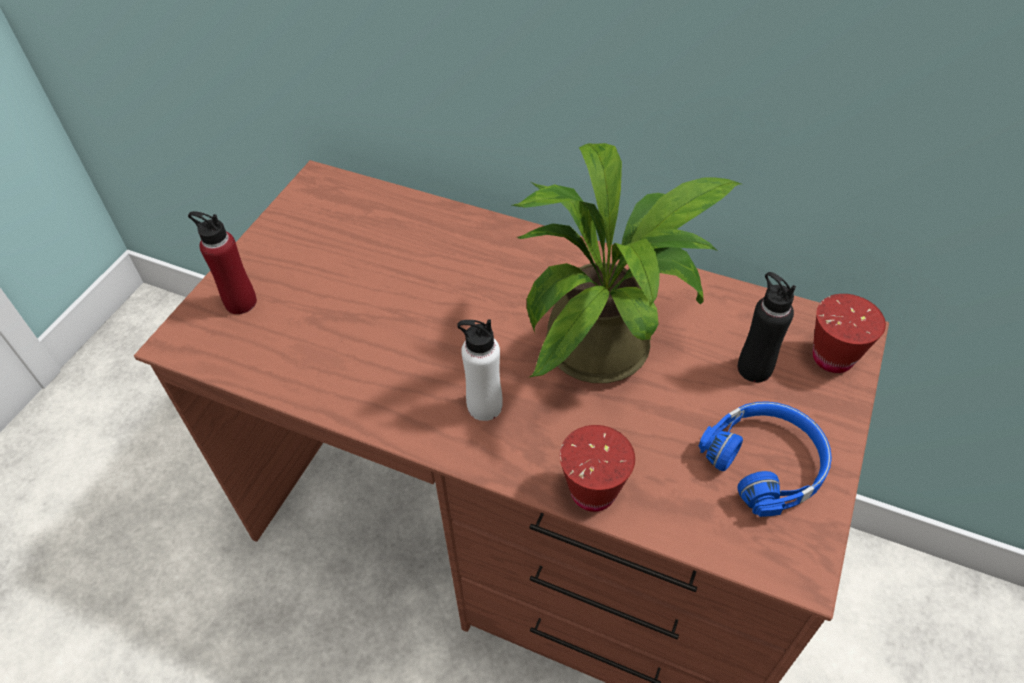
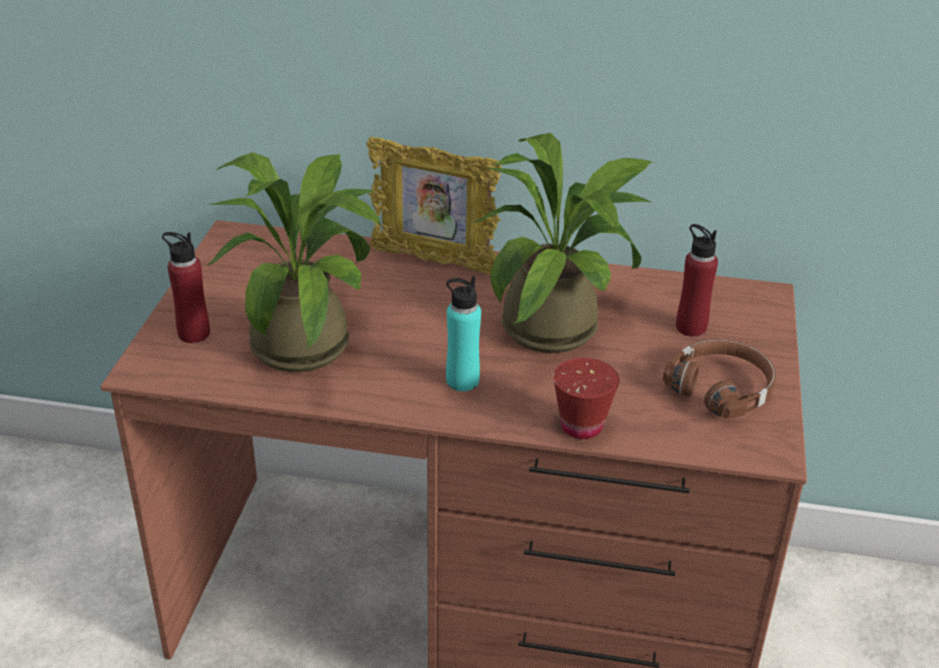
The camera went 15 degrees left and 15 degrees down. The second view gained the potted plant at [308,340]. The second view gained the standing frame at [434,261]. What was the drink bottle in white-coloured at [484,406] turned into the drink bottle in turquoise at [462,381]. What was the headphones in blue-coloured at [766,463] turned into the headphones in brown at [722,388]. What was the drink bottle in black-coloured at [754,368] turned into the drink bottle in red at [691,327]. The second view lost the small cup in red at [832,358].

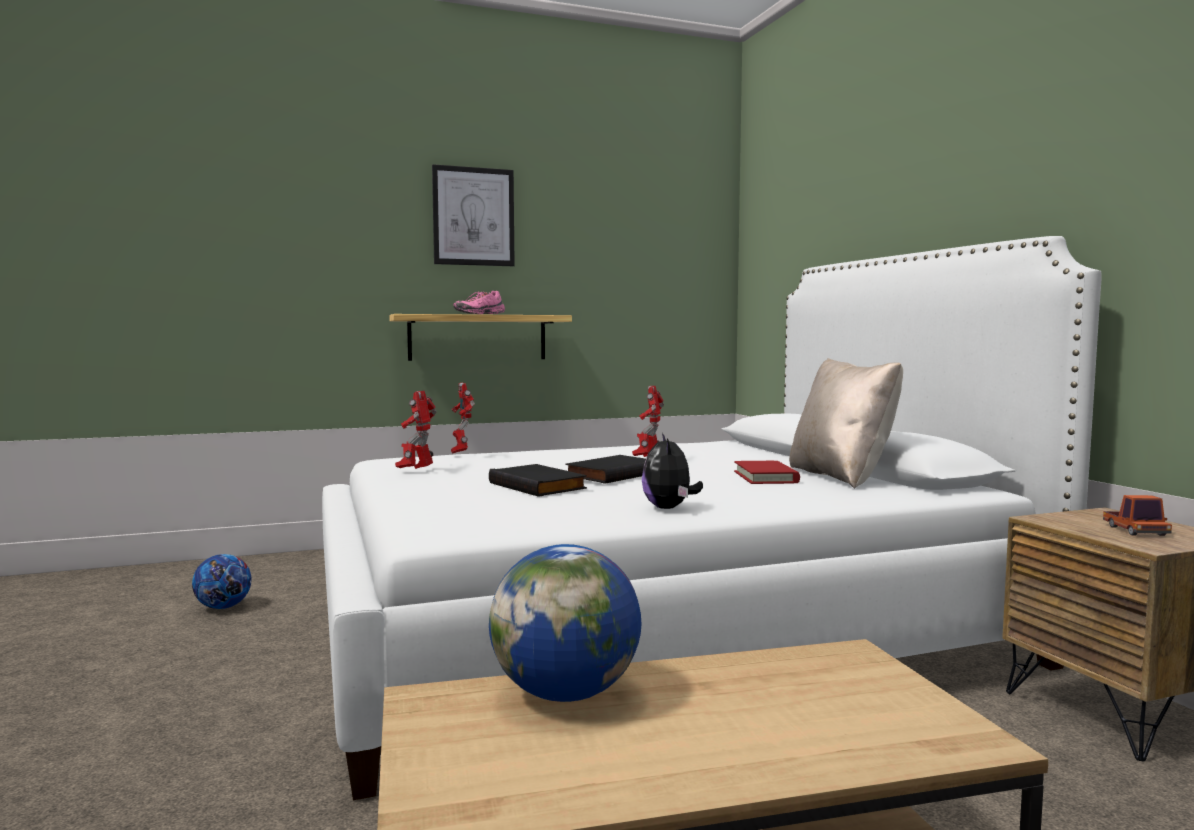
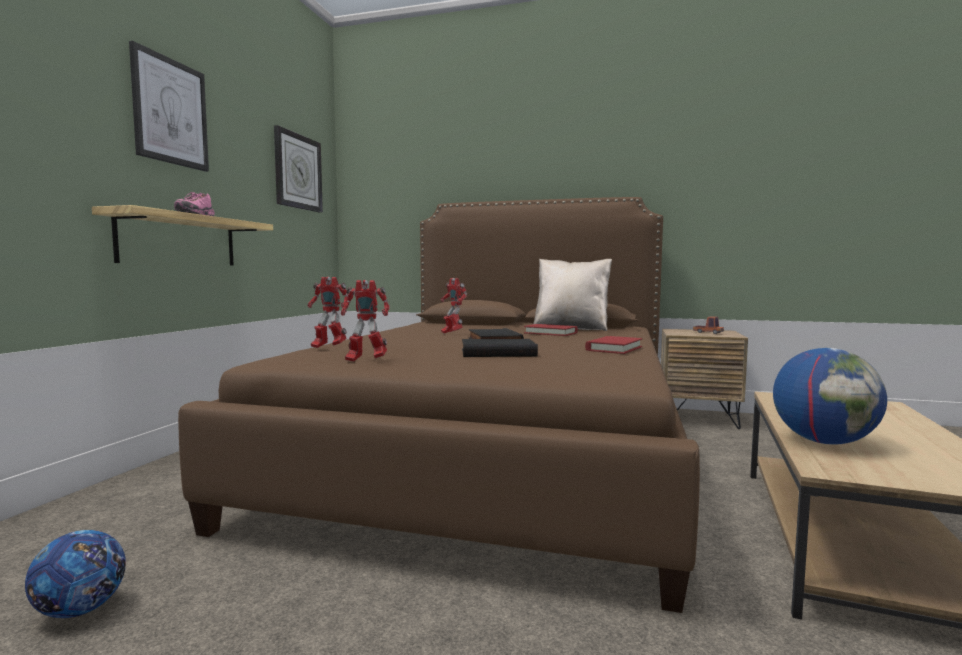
The camera went 55 degrees left and 0 degrees up. What was the sleeping bed in white-coloured at [656,626] turned into the sleeping bed in brown at [494,452]. The second view gained the hanging clock at [298,172]. The robot figure at [417,470] ended up facing another way, 45 degrees counterclockwise from before. Where the cuddly toy stood at [669,508], the book in red came to stand at [614,348].

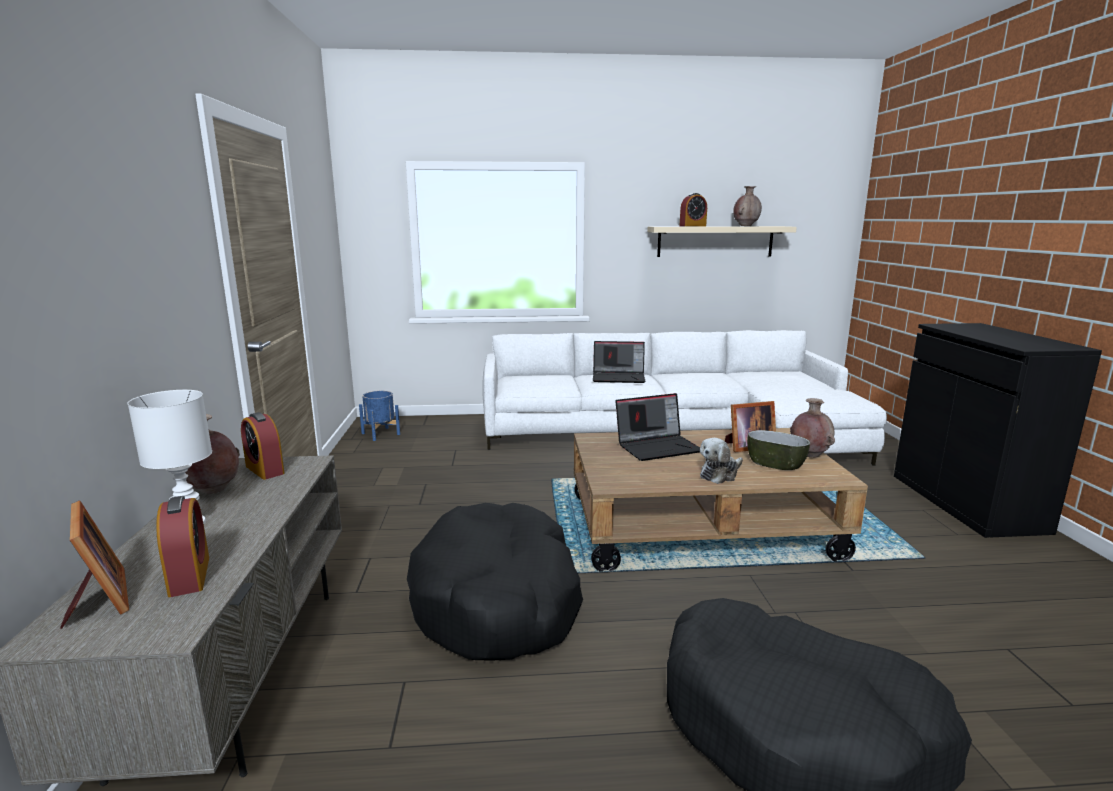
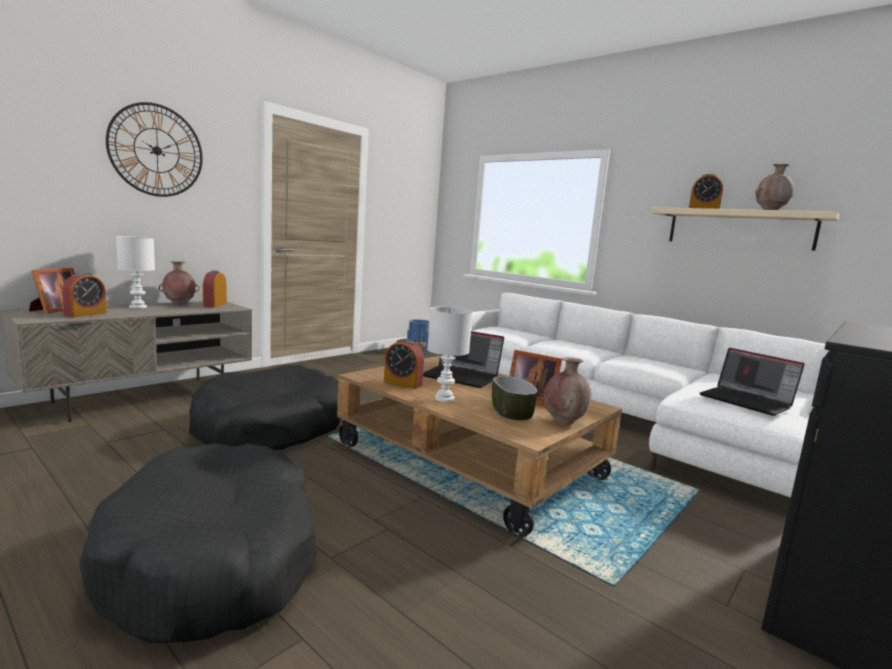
The camera went 45 degrees right and 5 degrees down. The second view gained the hanging clock at [157,150]. The second view gained the table clock at [403,383]. Where the cuddly toy stood at [720,474], the table lamp in white-coloured came to stand at [445,399]. The laptop ended up elsewhere, having gone from [619,377] to [747,401].

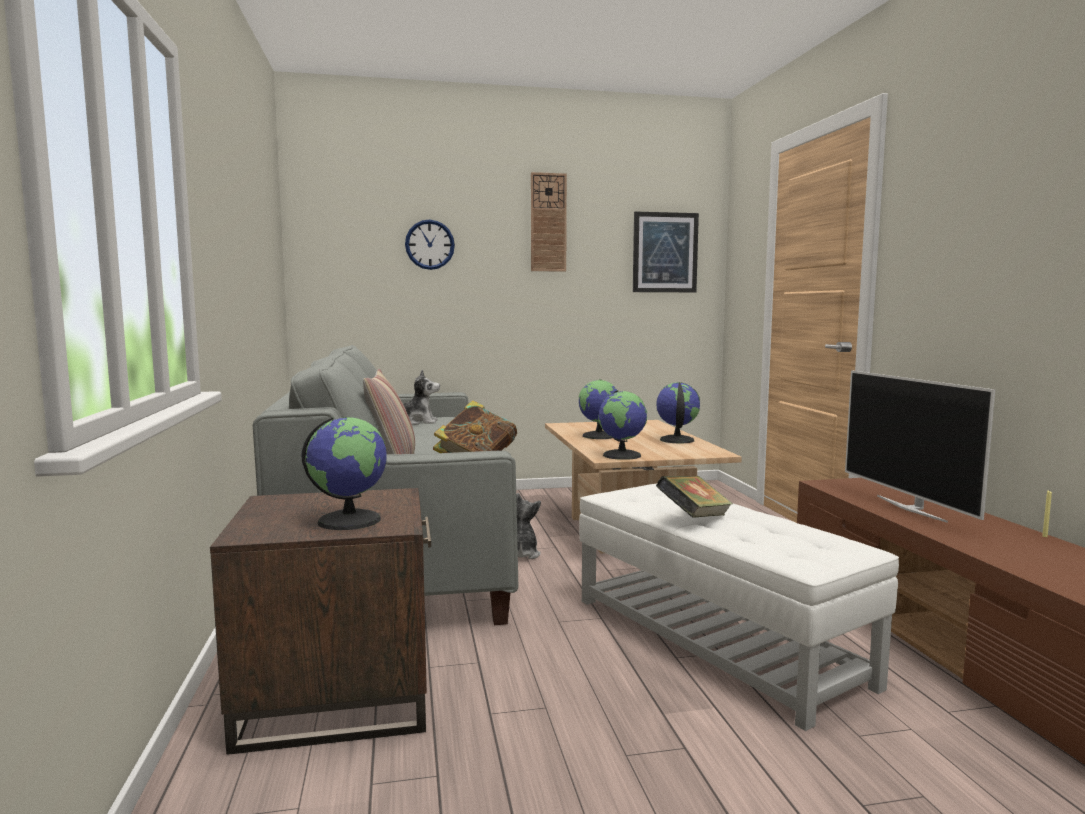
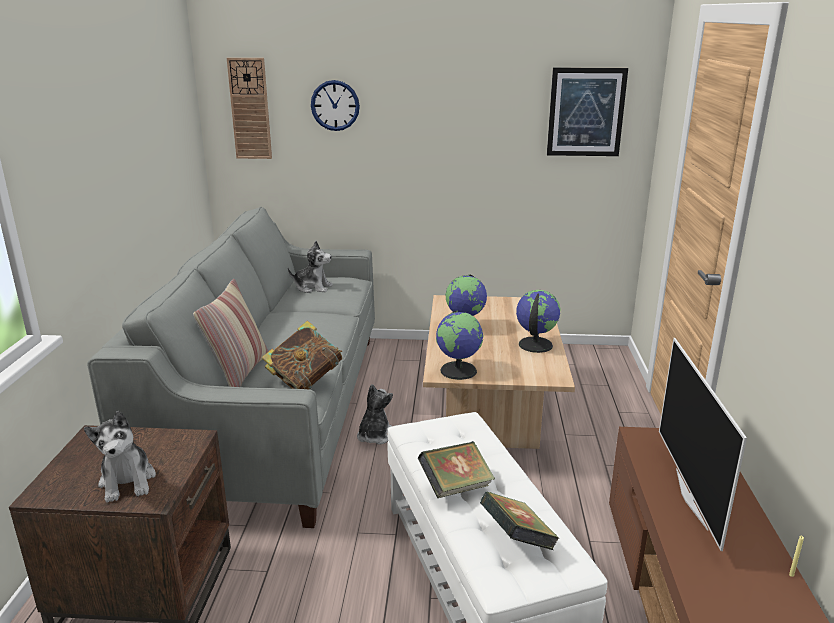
The camera went 15 degrees right and 15 degrees up. Where the world globe stood at [349,520], the cuddly toy came to stand at [128,481]. The hanging clock ended up elsewhere, having gone from [548,222] to [250,109]. The second view gained the book at [516,539].

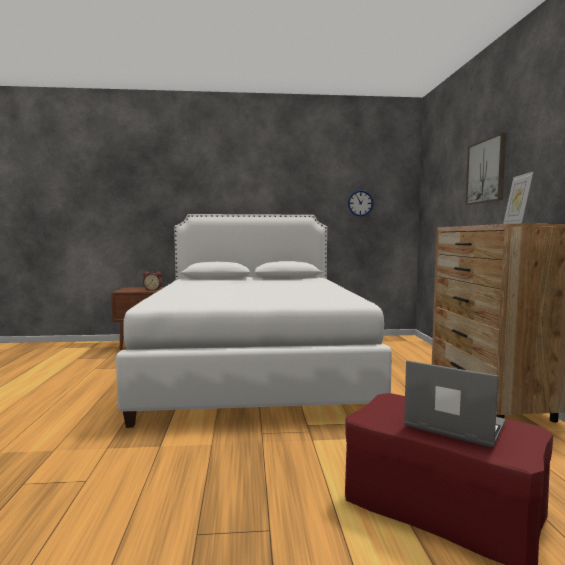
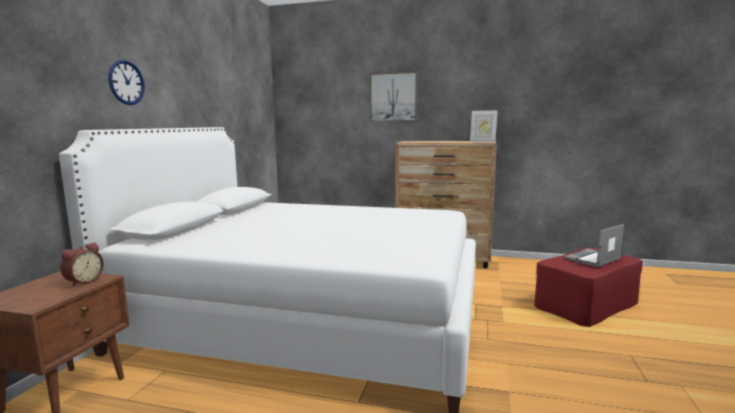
The camera went 70 degrees left and 5 degrees up. The hanging clock ended up elsewhere, having gone from [360,203] to [126,82].

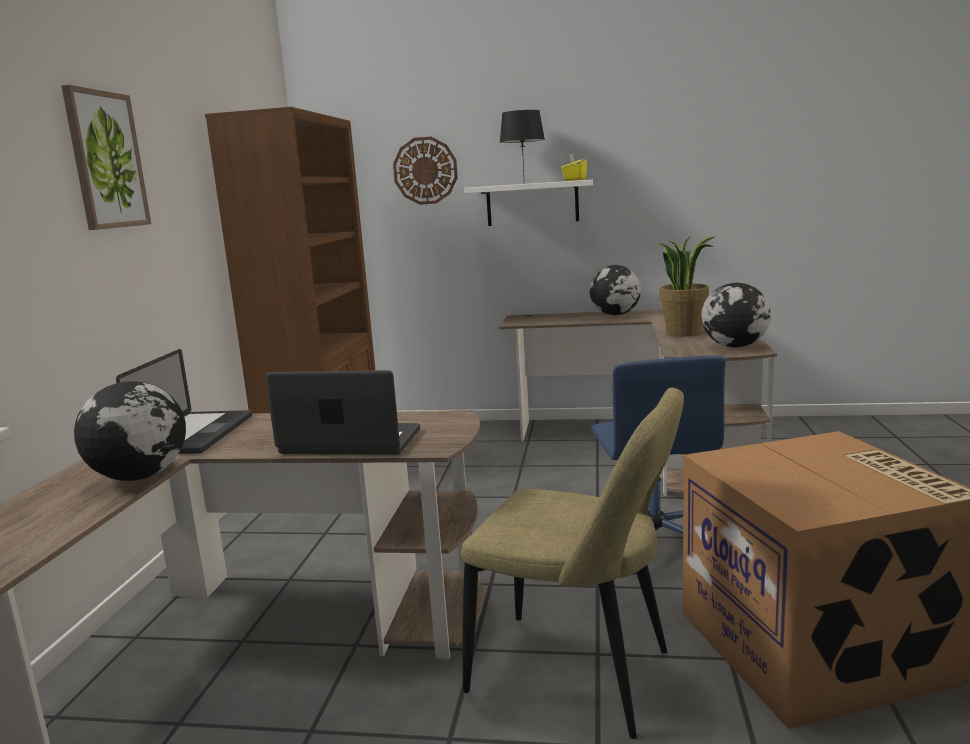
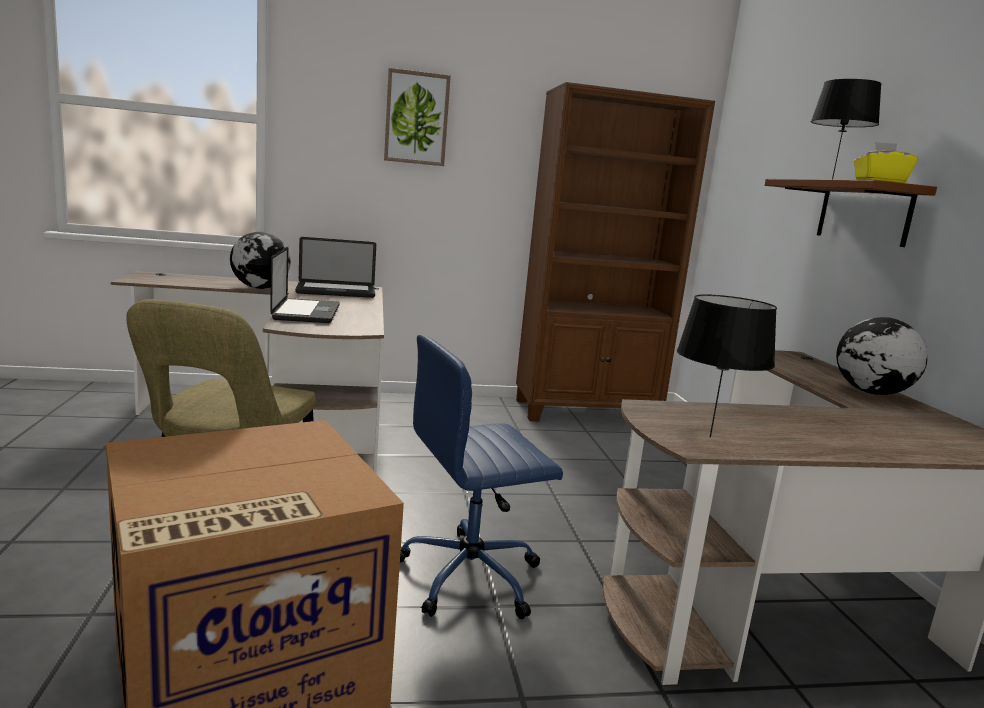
The camera went 70 degrees right and 0 degrees up. Where the world globe stood at [735,346], the table lamp in black-coloured came to stand at [709,437]. What was the bracket shelf in white-coloured at [532,203] turned into the bracket shelf in brown at [863,213]. The second view lost the hanging clock at [425,171]. The second view lost the potted plant at [684,332].

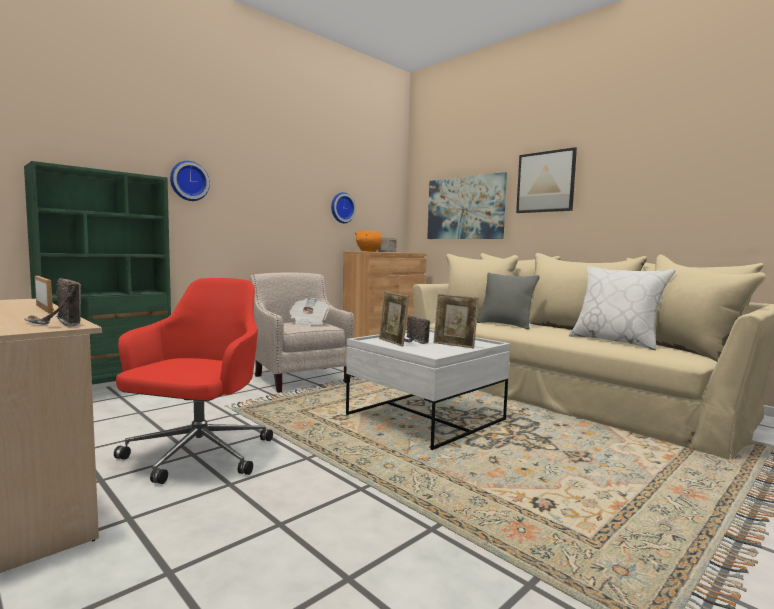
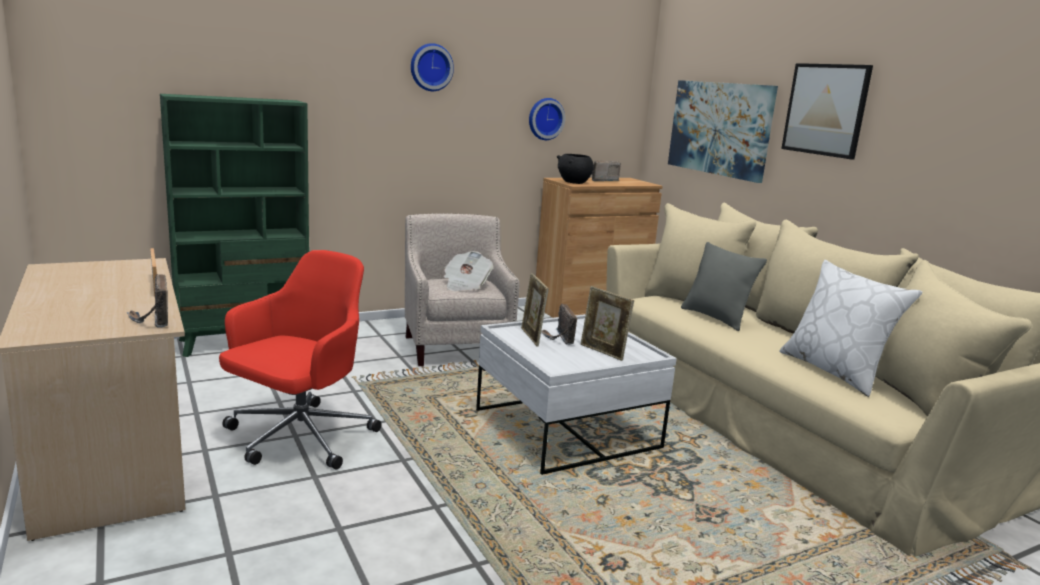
The camera went 15 degrees right and 10 degrees up. The hanging clock ended up elsewhere, having gone from [188,181] to [430,67]. What was the serving bowl in orangey at [368,251] turned into the serving bowl in black-coloured at [574,182].

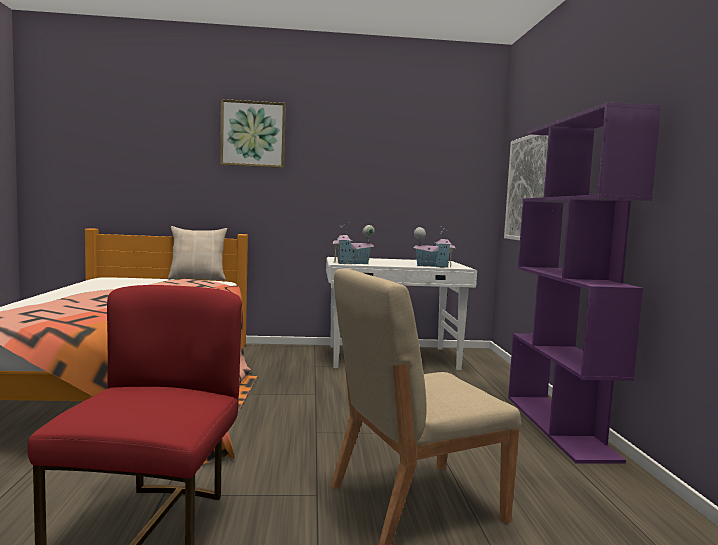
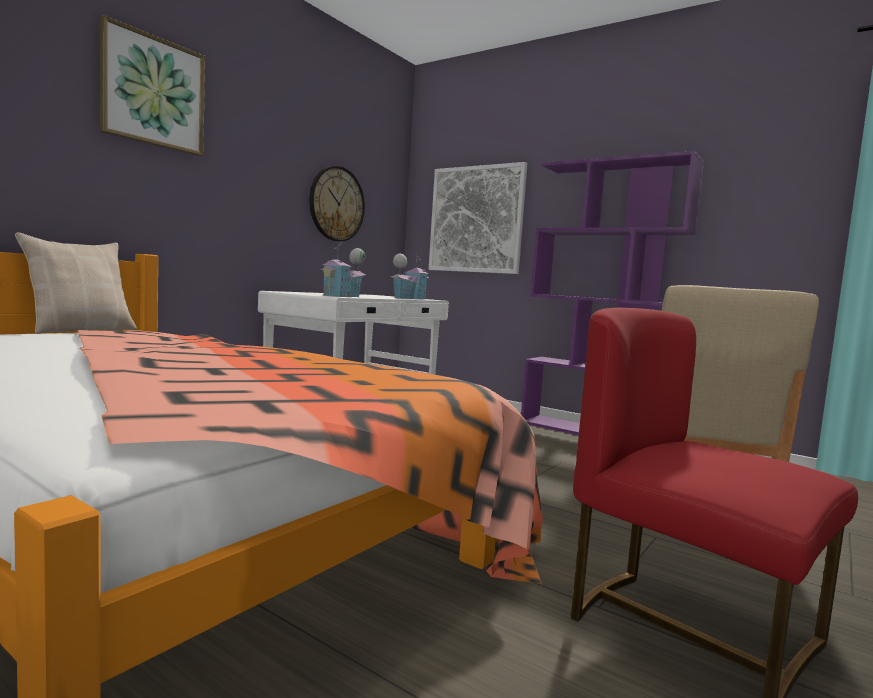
The camera went 50 degrees left and 0 degrees up. The second view gained the hanging clock at [336,204].

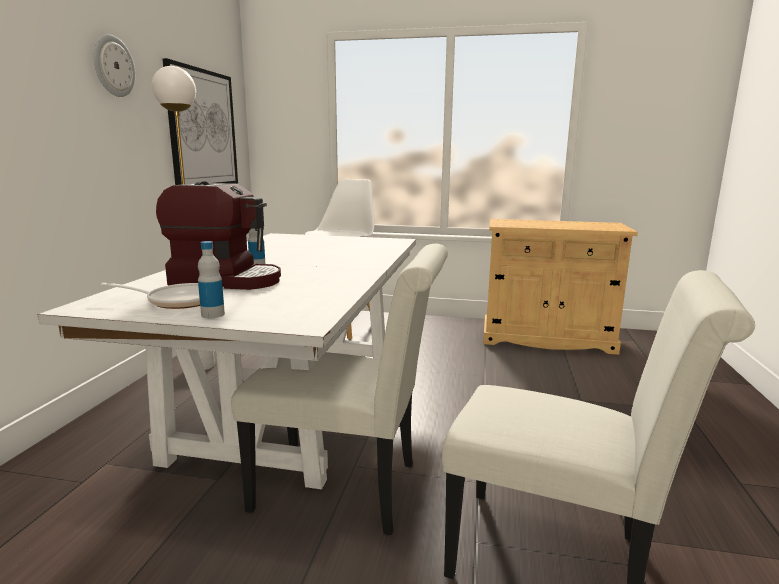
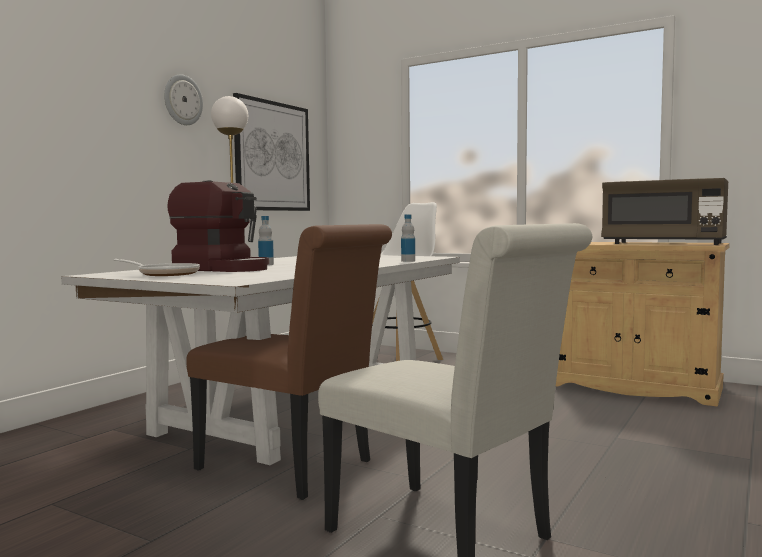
The camera went 20 degrees right and 10 degrees down. What was the upright chair in white-coloured at [347,488] turned into the upright chair in brown at [293,468]. The drink bottle ended up elsewhere, having gone from [213,314] to [408,261]. The second view gained the kitchen microwave in brown at [663,243].

